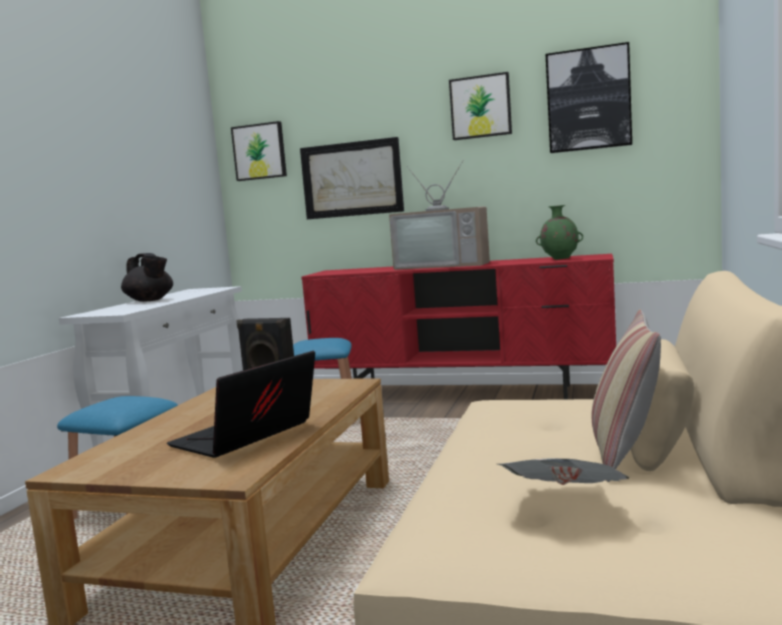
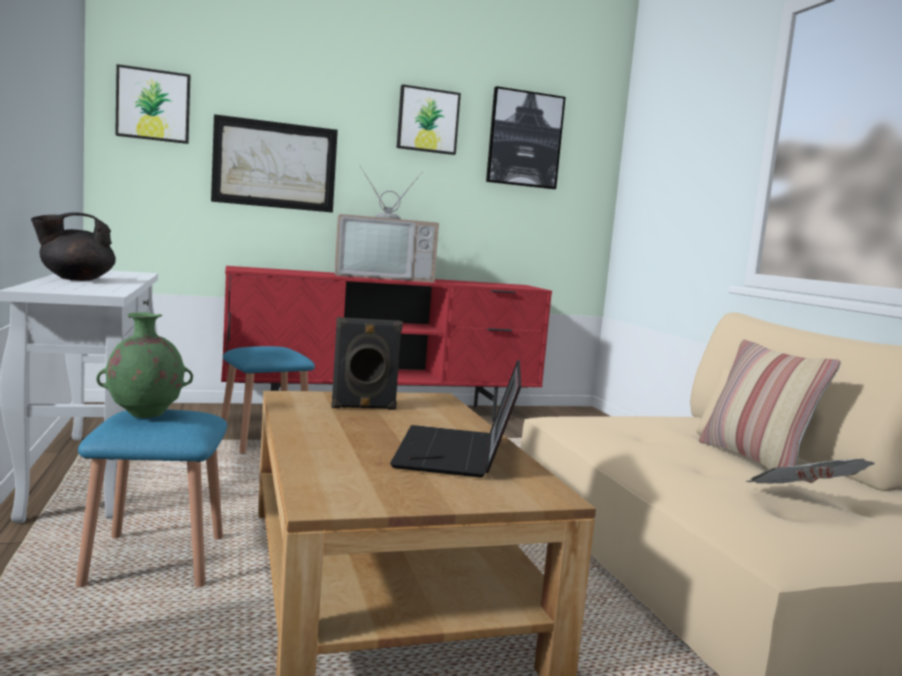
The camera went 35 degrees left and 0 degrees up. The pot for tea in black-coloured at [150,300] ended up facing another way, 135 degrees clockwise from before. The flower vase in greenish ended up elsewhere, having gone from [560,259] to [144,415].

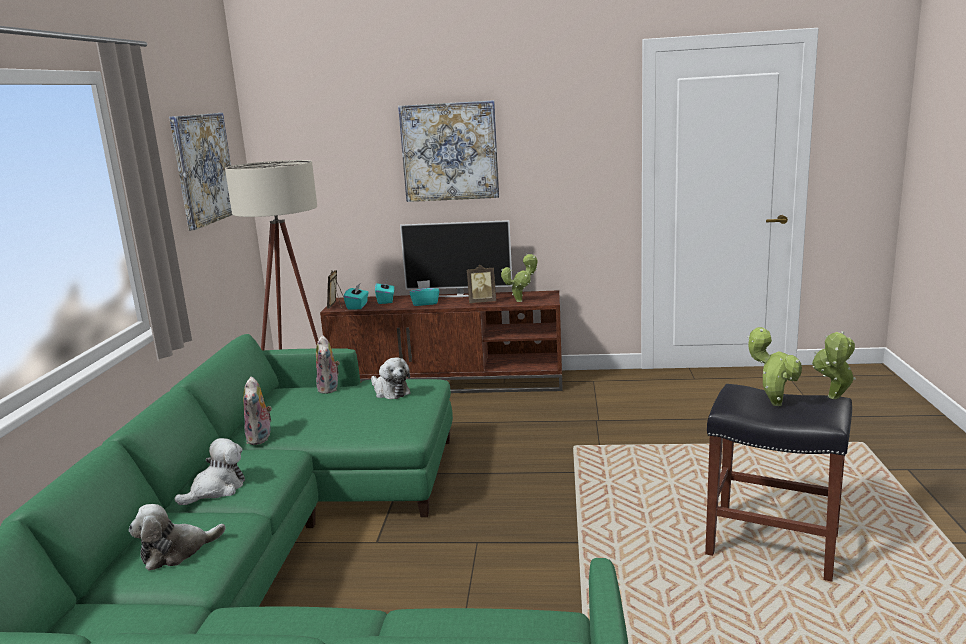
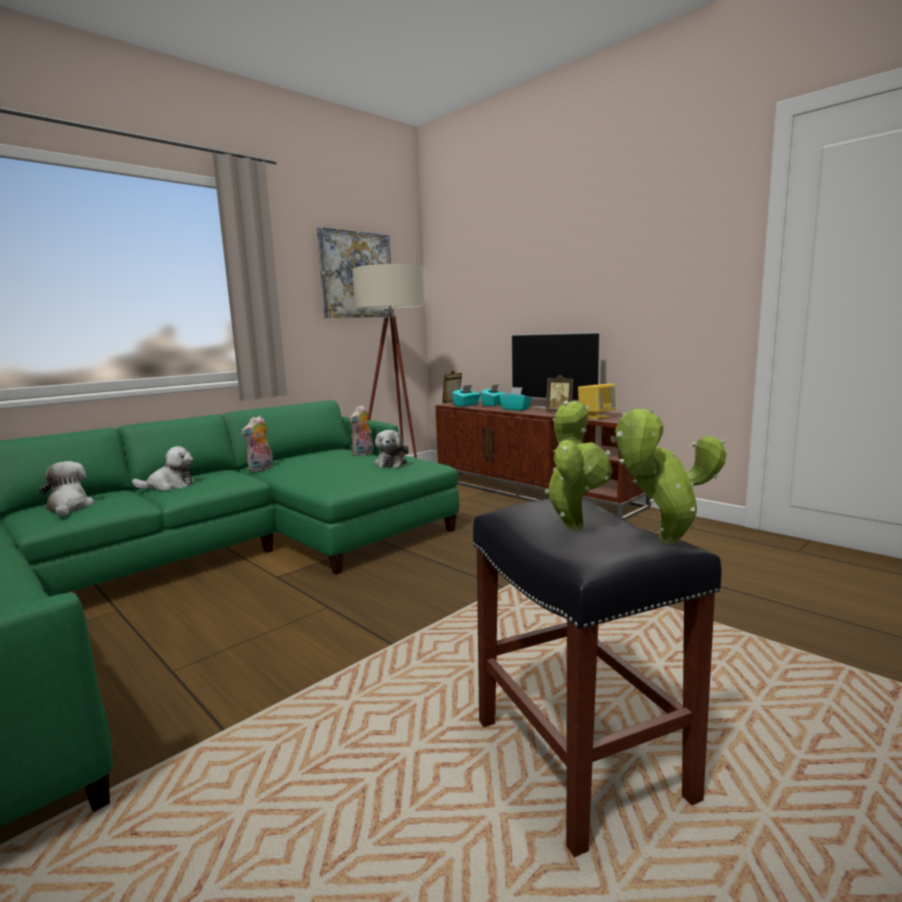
The camera went 40 degrees right and 5 degrees down. The cuddly toy at [176,552] ended up facing another way, 60 degrees clockwise from before. Where the potted plant stood at [521,300], the audio speaker in yellow came to stand at [596,417]. The second view lost the wall picture at [449,151].

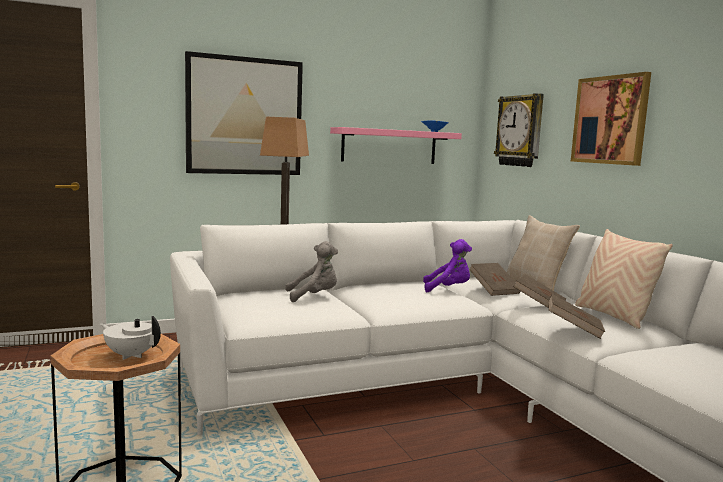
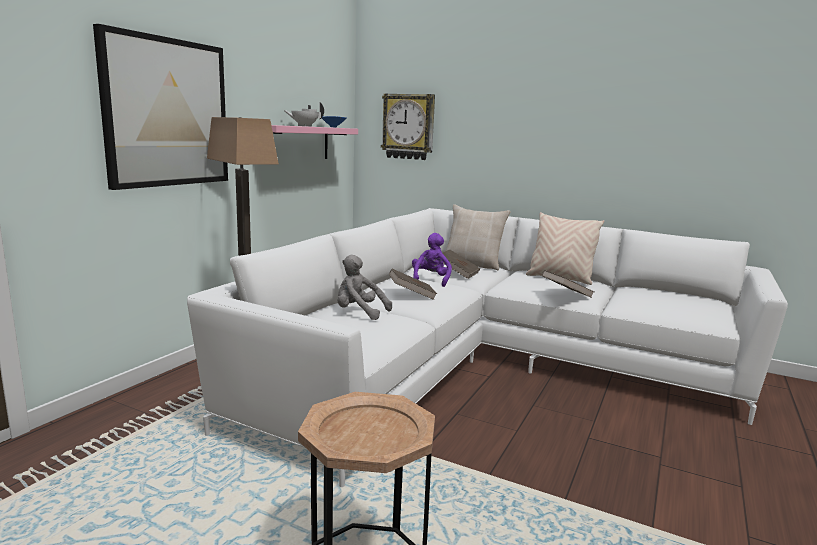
The camera went 40 degrees left and 5 degrees up. The pot for tea in white-coloured ended up elsewhere, having gone from [131,355] to [304,126]. The cuddly toy in grey at [314,296] ended up facing another way, 105 degrees counterclockwise from before. The book in brown ended up elsewhere, having gone from [538,305] to [412,295]. The cuddly toy in purple-coloured at [448,289] ended up facing another way, 45 degrees counterclockwise from before. The second view lost the wall picture at [610,120].

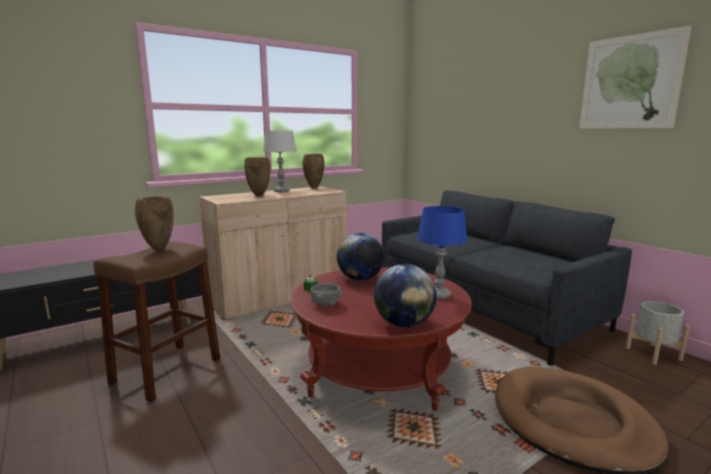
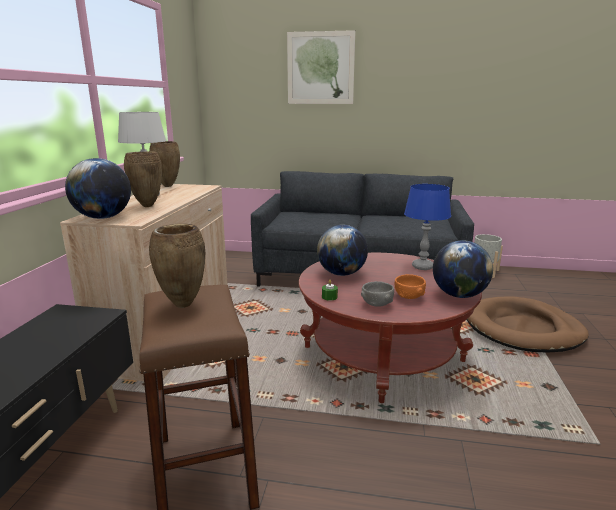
The camera went 45 degrees left and 5 degrees up. The second view gained the world globe at [103,217]. The wall picture ended up elsewhere, having gone from [629,82] to [320,68]. The second view gained the serving bowl in orangey at [409,297].

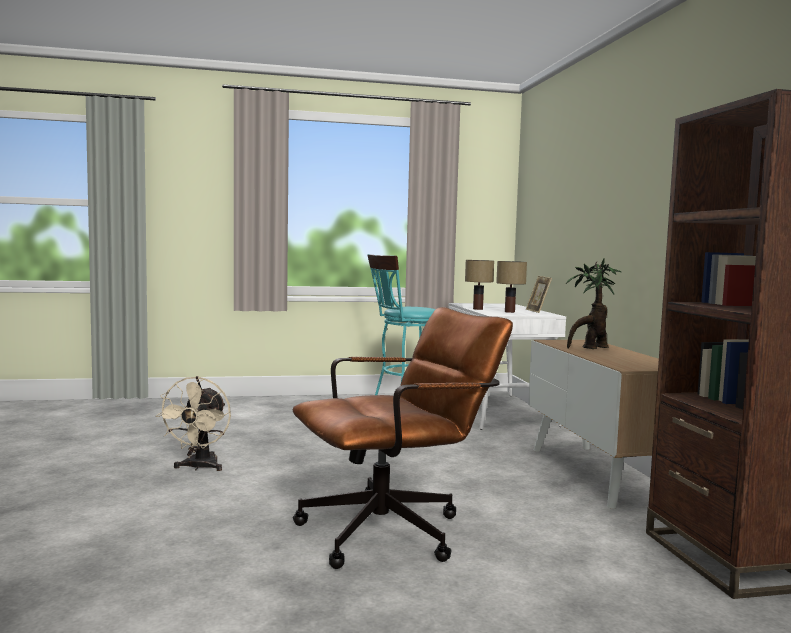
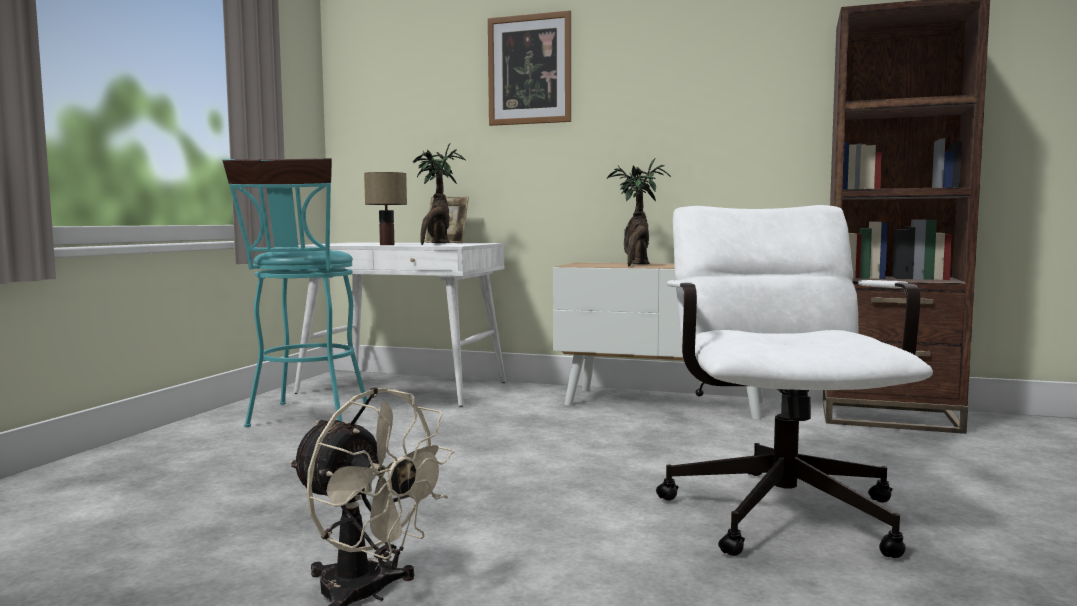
The camera went 60 degrees left and 0 degrees up. Where the table lamp stood at [509,312], the potted plant came to stand at [437,244]. The second view gained the wall picture at [529,70]. What was the desk chair in brown at [395,530] turned into the desk chair in white-coloured at [777,506].

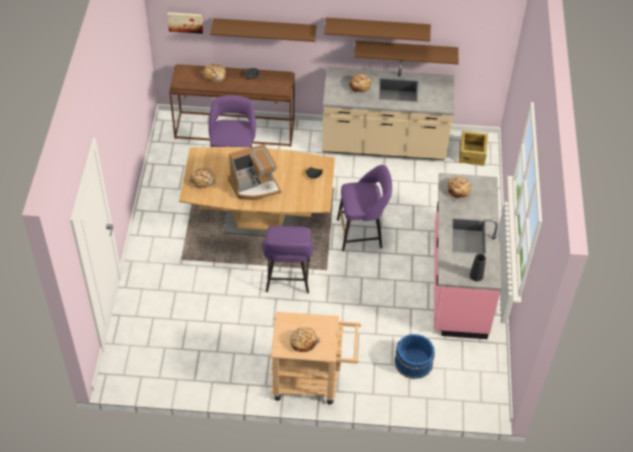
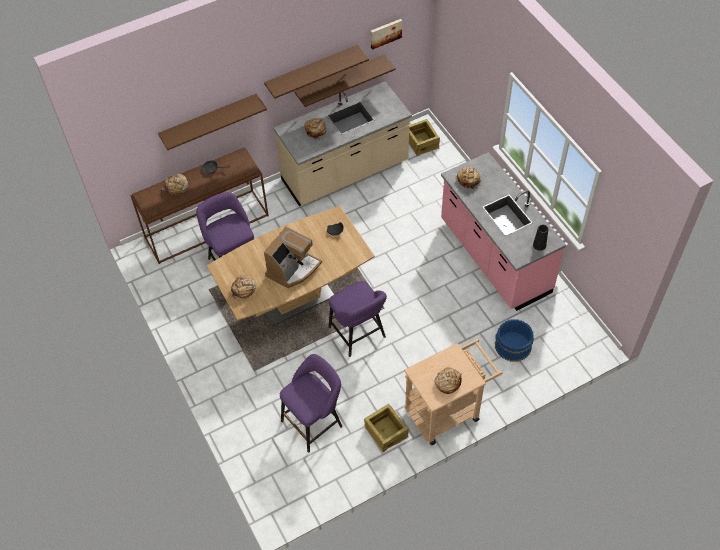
The camera went 30 degrees left and 5 degrees up. The stool in purple-coloured ended up elsewhere, having gone from [362,233] to [314,421]. The second view gained the packing crate at [386,431]. The wall picture ended up elsewhere, having gone from [185,21] to [385,33].

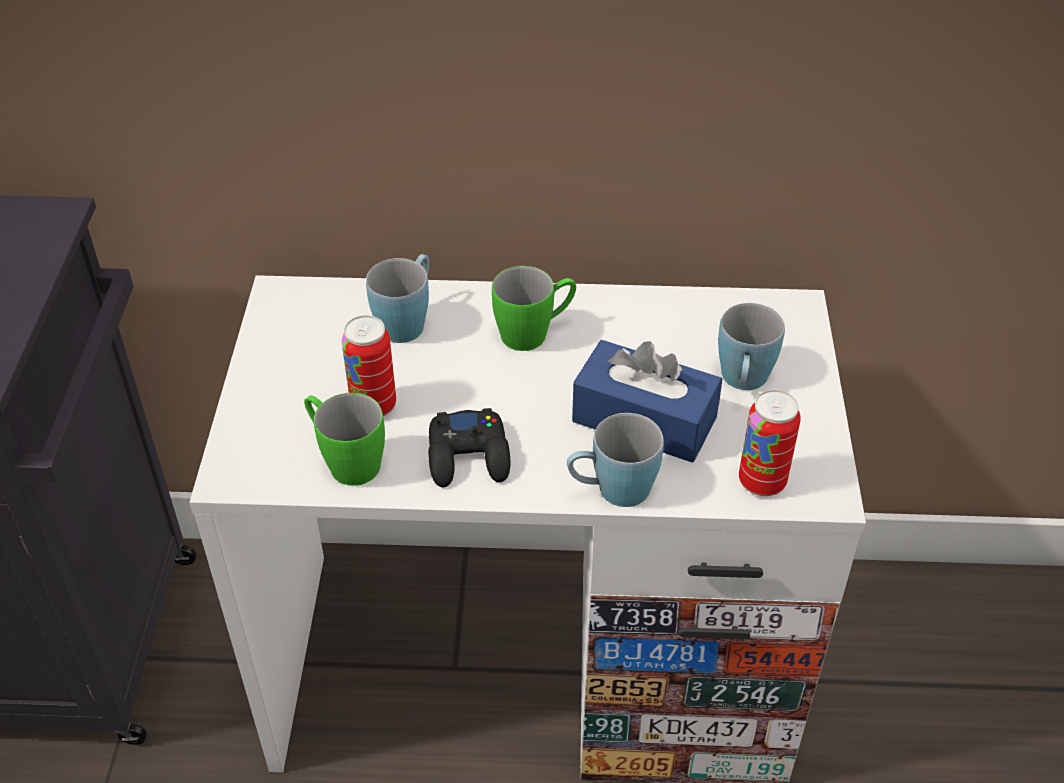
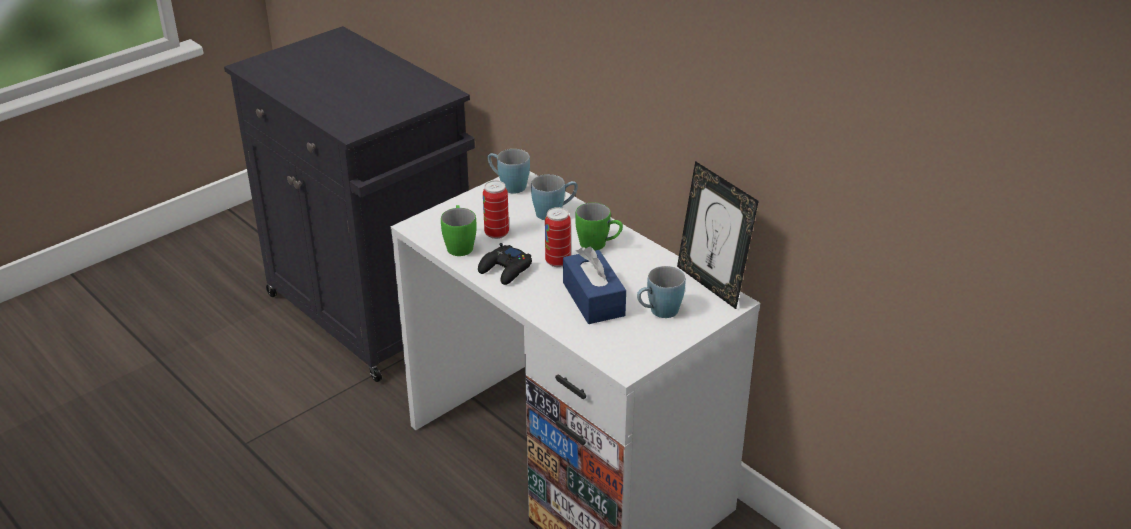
The camera went 45 degrees right and 10 degrees down. The mug in blue-coloured ended up elsewhere, having gone from [611,491] to [508,185]. The sealed can ended up elsewhere, having gone from [762,482] to [557,261]. The second view gained the standing frame at [711,284].

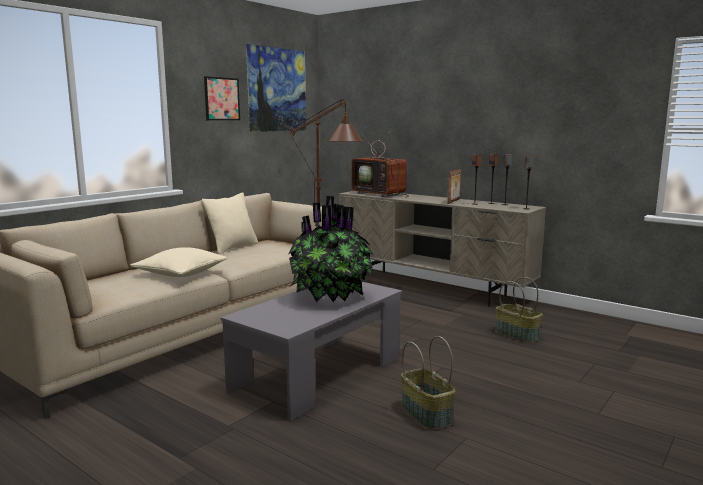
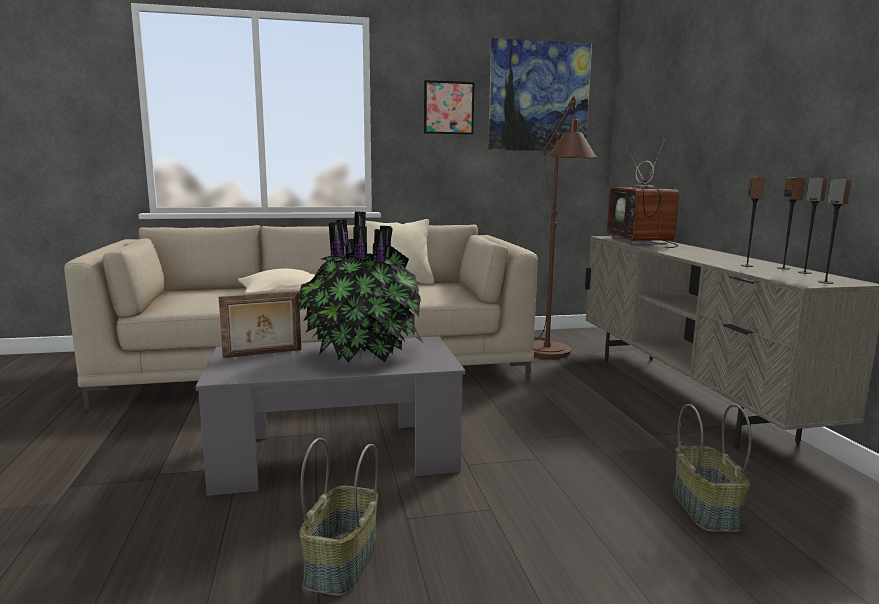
The camera went 40 degrees right and 0 degrees up. The standing frame ended up elsewhere, having gone from [454,201] to [263,354].

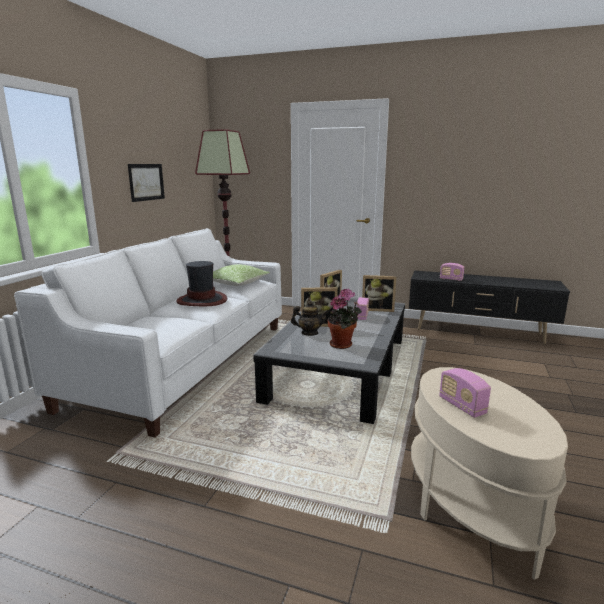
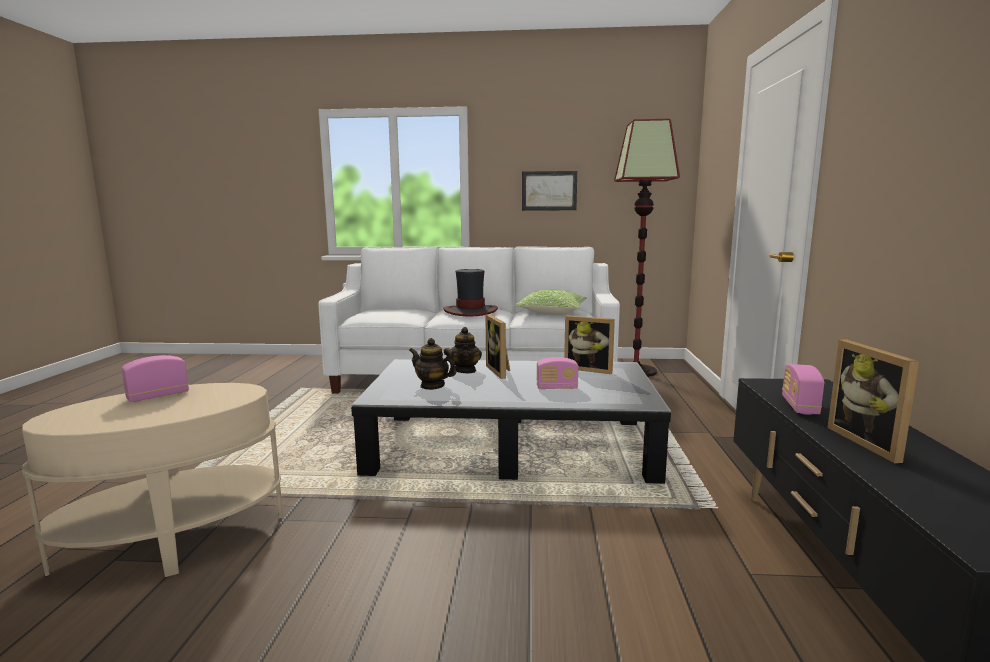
The camera went 75 degrees right and 5 degrees down. Where the potted plant stood at [343,345], the pot for tea came to stand at [432,386]. The standing frame ended up elsewhere, having gone from [377,309] to [871,443].

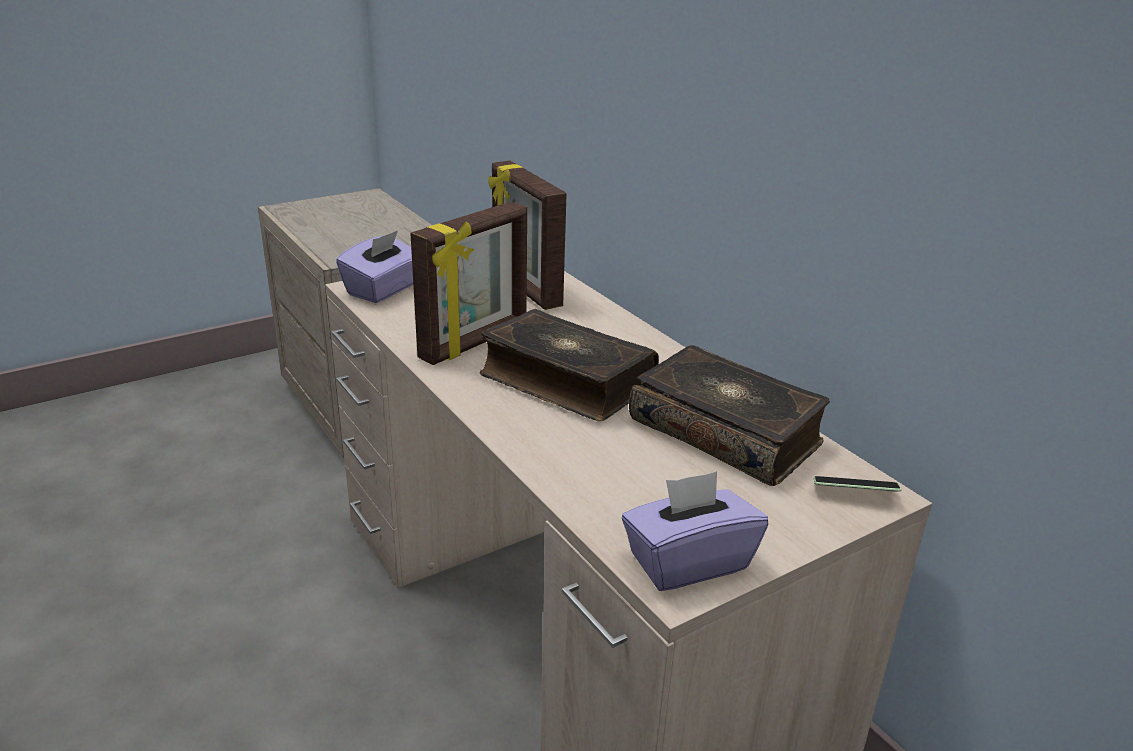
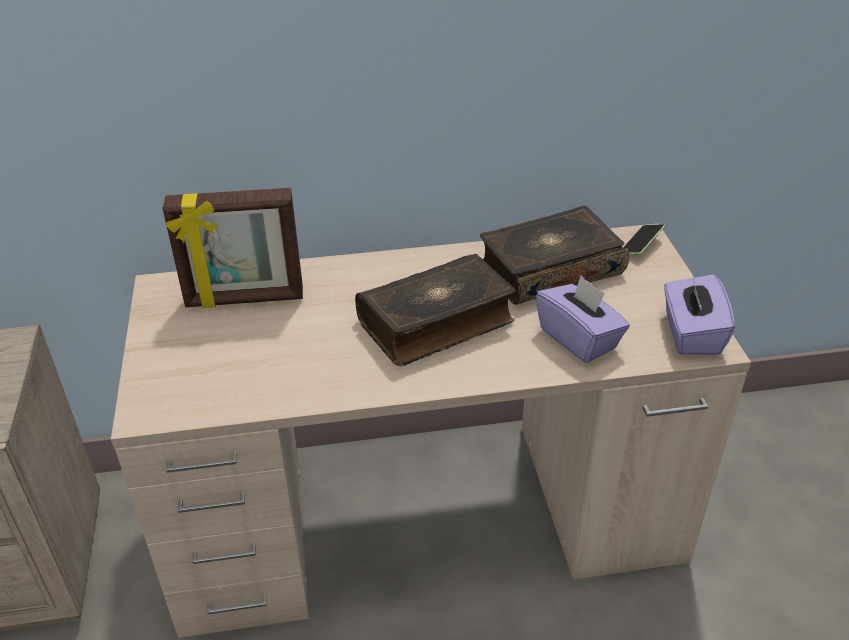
The camera went 65 degrees left and 10 degrees up. The box of tissues in purple-coloured ended up elsewhere, having gone from [383,290] to [579,338]. The second view lost the standing frame at [475,343].

